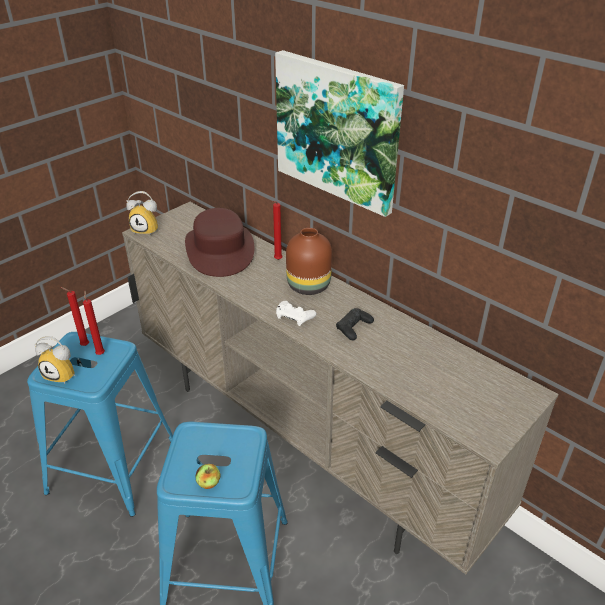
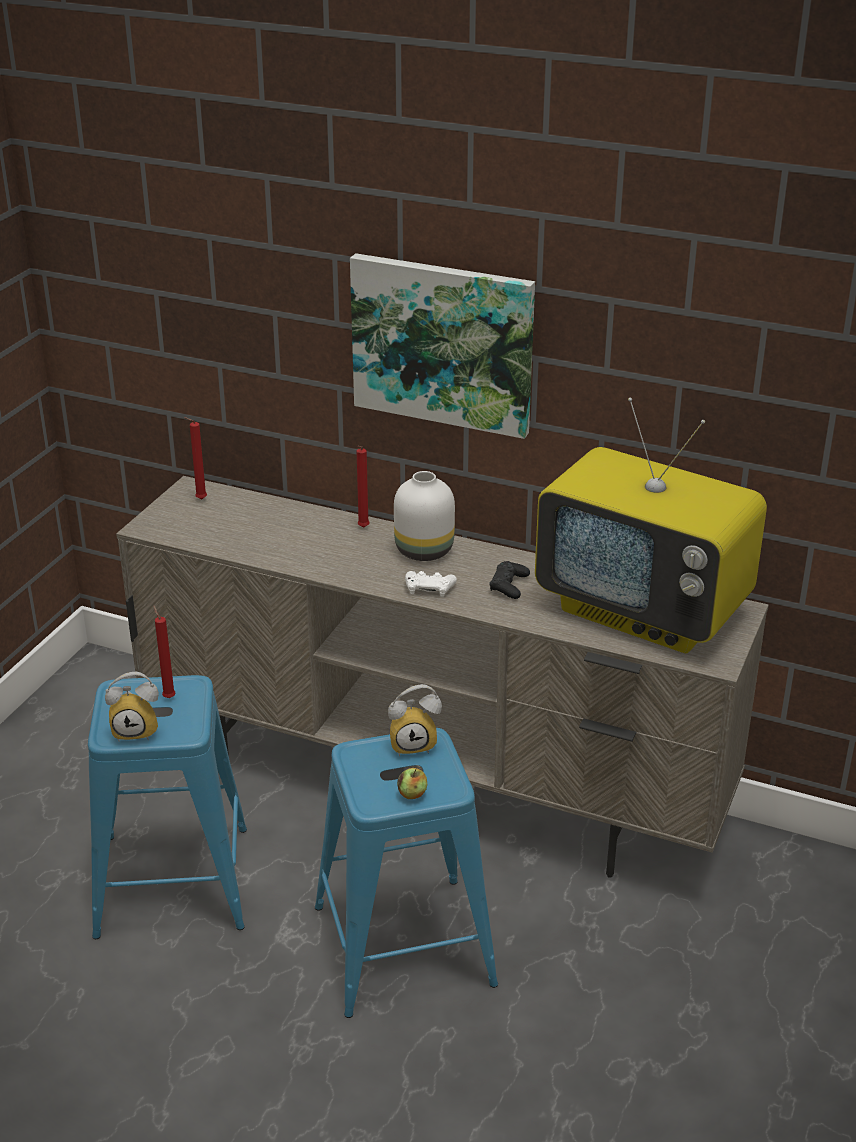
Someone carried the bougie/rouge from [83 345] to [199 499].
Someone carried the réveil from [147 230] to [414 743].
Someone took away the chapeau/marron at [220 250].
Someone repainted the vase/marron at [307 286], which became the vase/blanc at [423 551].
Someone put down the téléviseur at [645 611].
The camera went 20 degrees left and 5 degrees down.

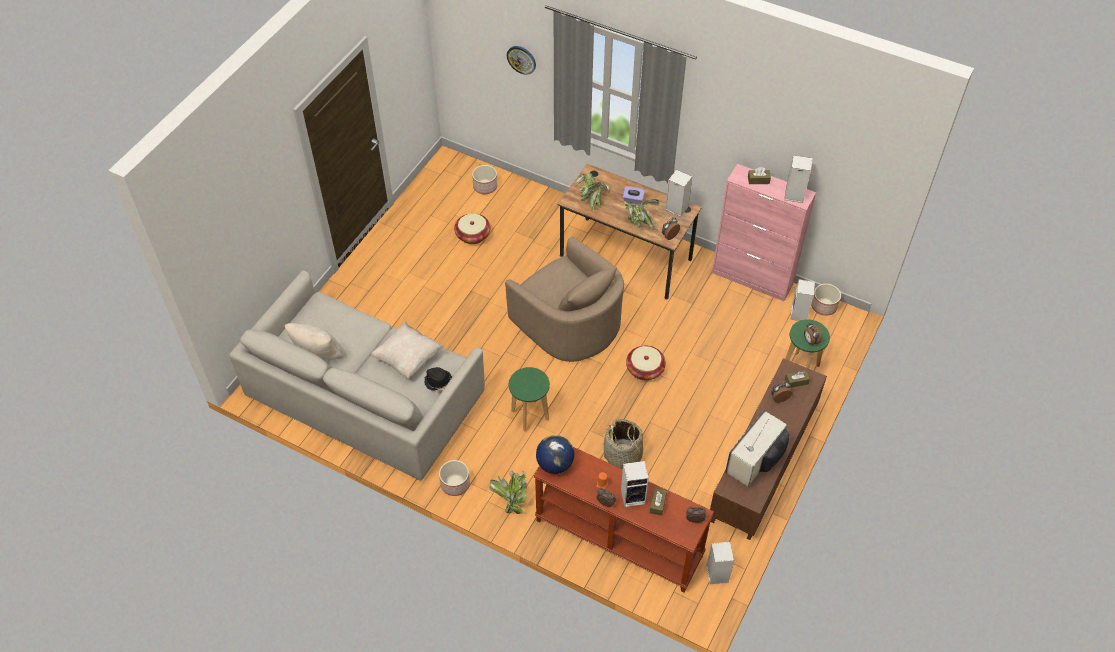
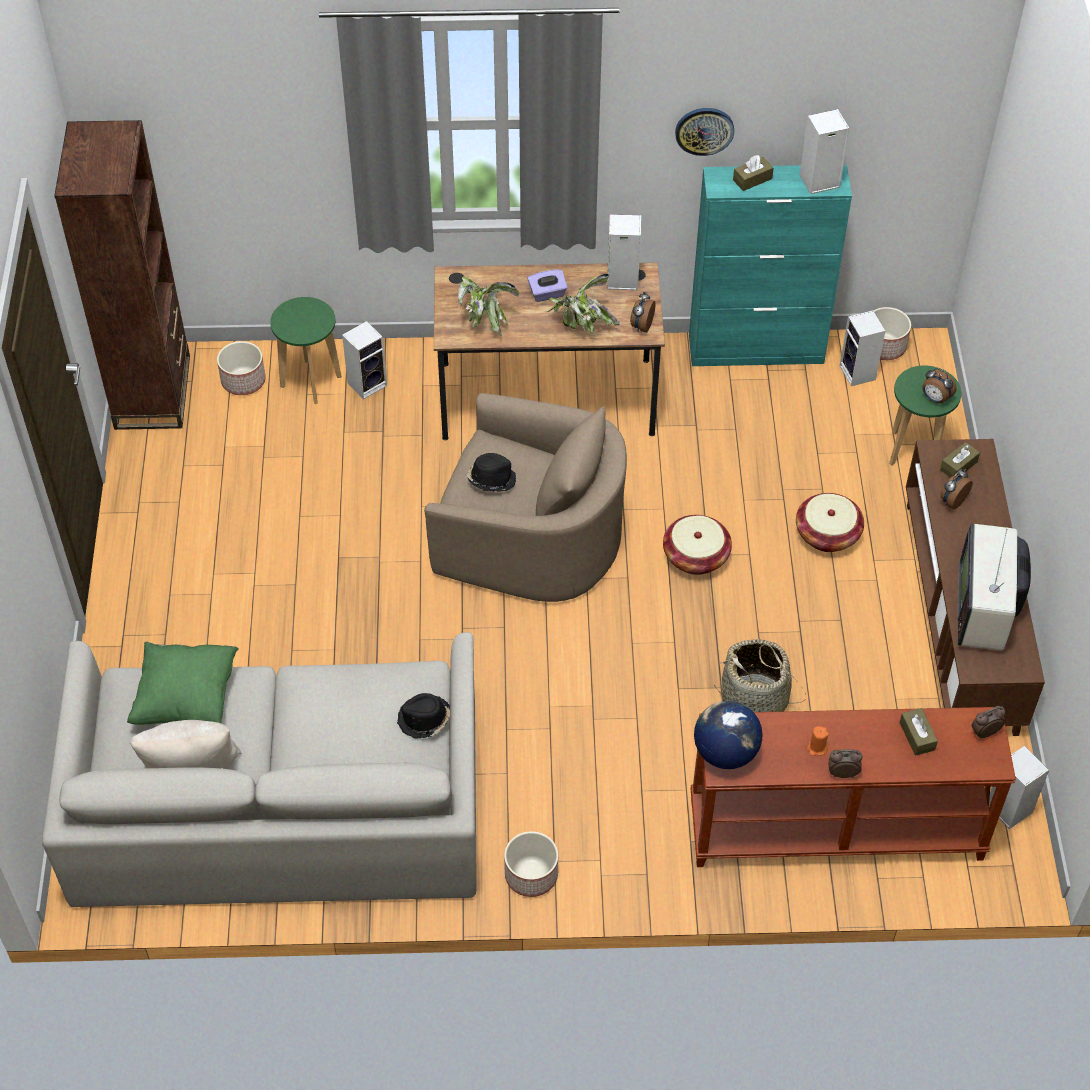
Someone took away the coussin/beige at [408 359].
Someone carried the panier from [472 235] to [827 534].
Someone took away the plante en pot at [511 498].
Someone carried the horloge murale from [521 59] to [704 130].
Someone carried the tabouret/vert from [530 415] to [311 381].
Someone carried the enceinte from [634 496] to [368 383].
Someone repainted the meuble de rangement/rose at [752 279], which became the meuble de rangement/turquoise at [757 349].
Someone put down the bibliothèque/marron at [153 392].
Someone put down the coussin/vert at [186 699].
Someone put down the chapeau/noir at [491 479].
The camera went 30 degrees left and 0 degrees up.

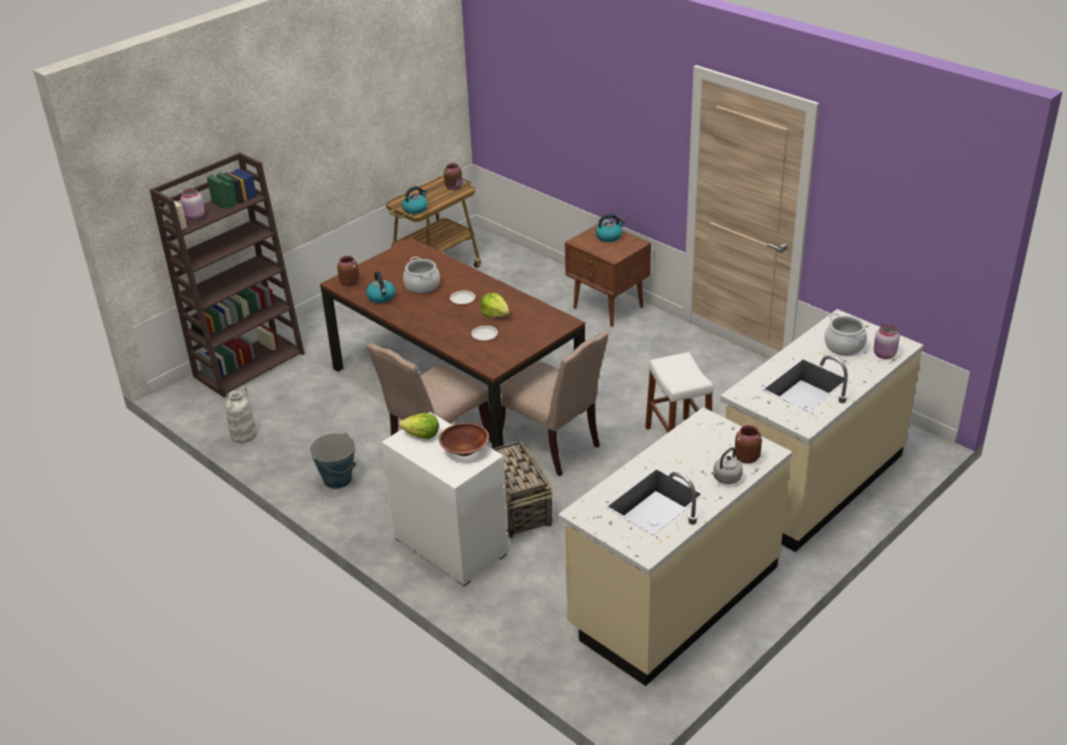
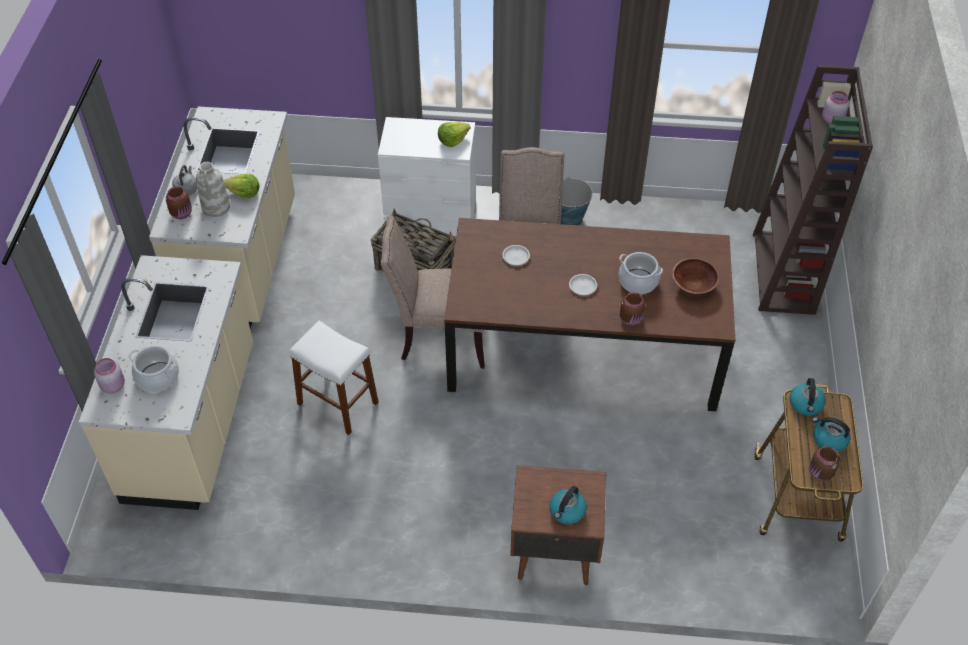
Someone carried the vase/blanc from [244 435] to [216 207].
Someone carried the bocal/marron from [349 282] to [631 319].
Someone carried the bouilloire from [381 297] to [828 440].
Someone carried the bol/marron from [464 450] to [693 284].
Someone carried the laitue from [495 314] to [244 193].
The camera went 140 degrees right and 15 degrees up.

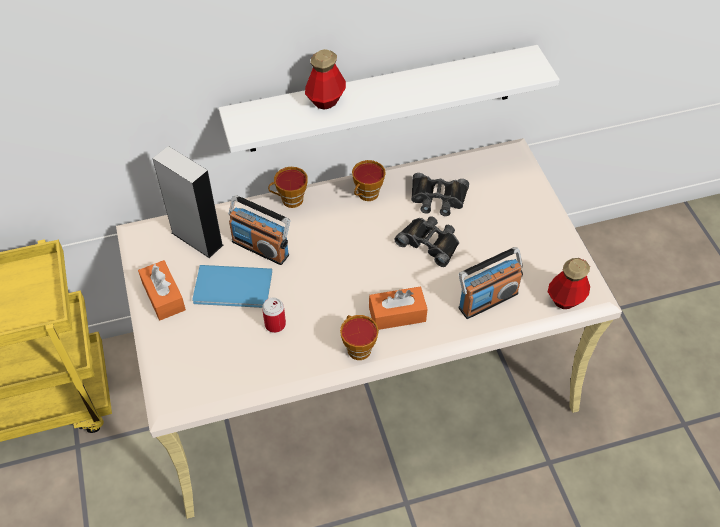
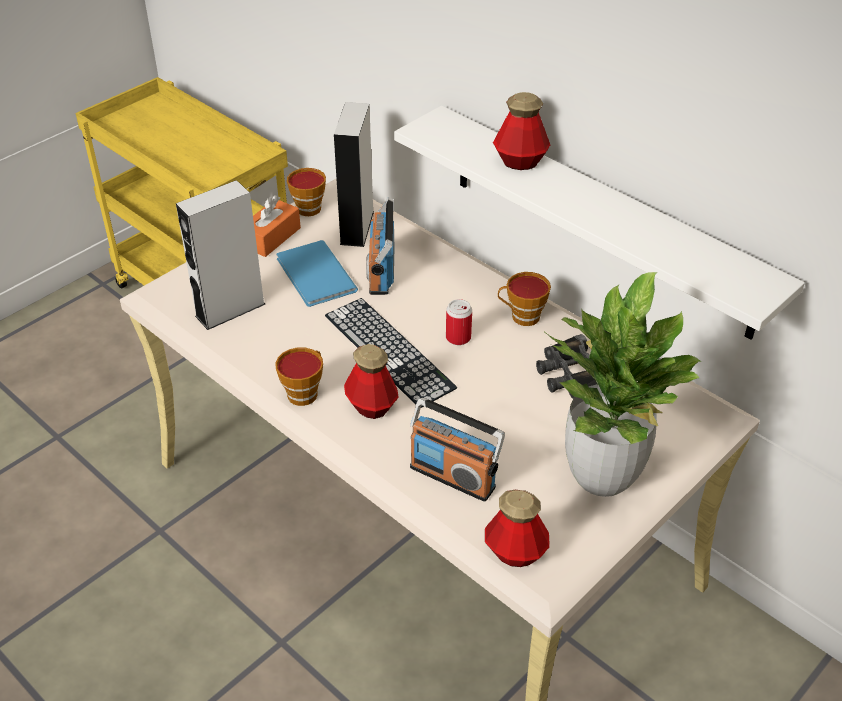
Someone carried the boîte métallique from [275 324] to [458 337].
Someone carried the tasse from [289 200] to [306 207].
Someone swapped the boîte à mouchoirs/orange at [397 314] for the bouteille at [371 406].
Someone took away the jumelles/noir at [430 242].
Someone put down the enceinte/gris at [230 310].
Someone put down the clavier at [389 351].
Someone put down the plante en pot at [602 475].
The camera went 60 degrees right and 10 degrees down.

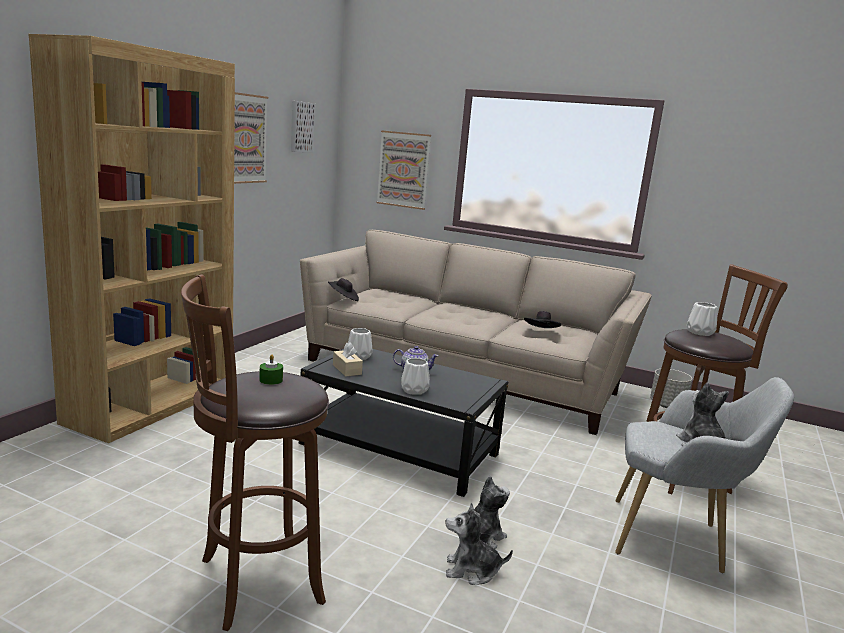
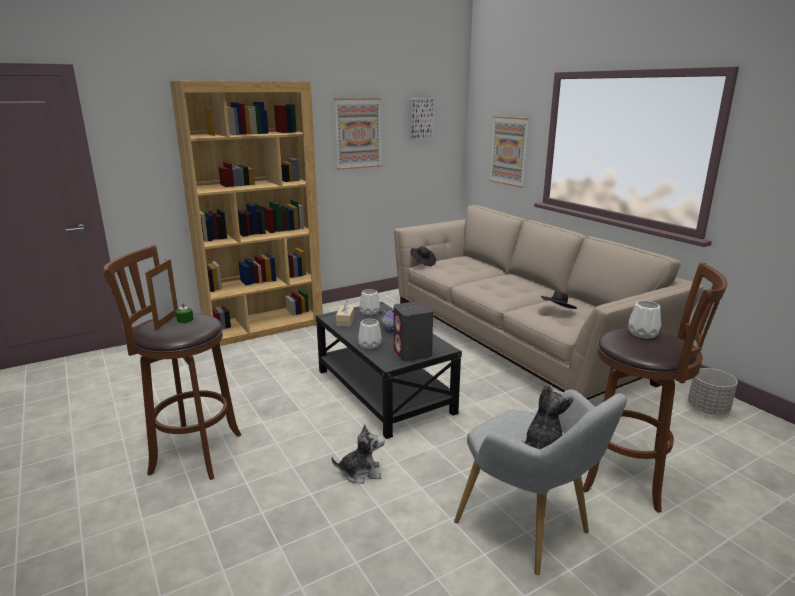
Someone took away the peluche at [471 570].
Someone put down the cadre photo at [167 321].
Someone put down the enceinte/gris at [412 353].
The camera went 35 degrees right and 5 degrees up.

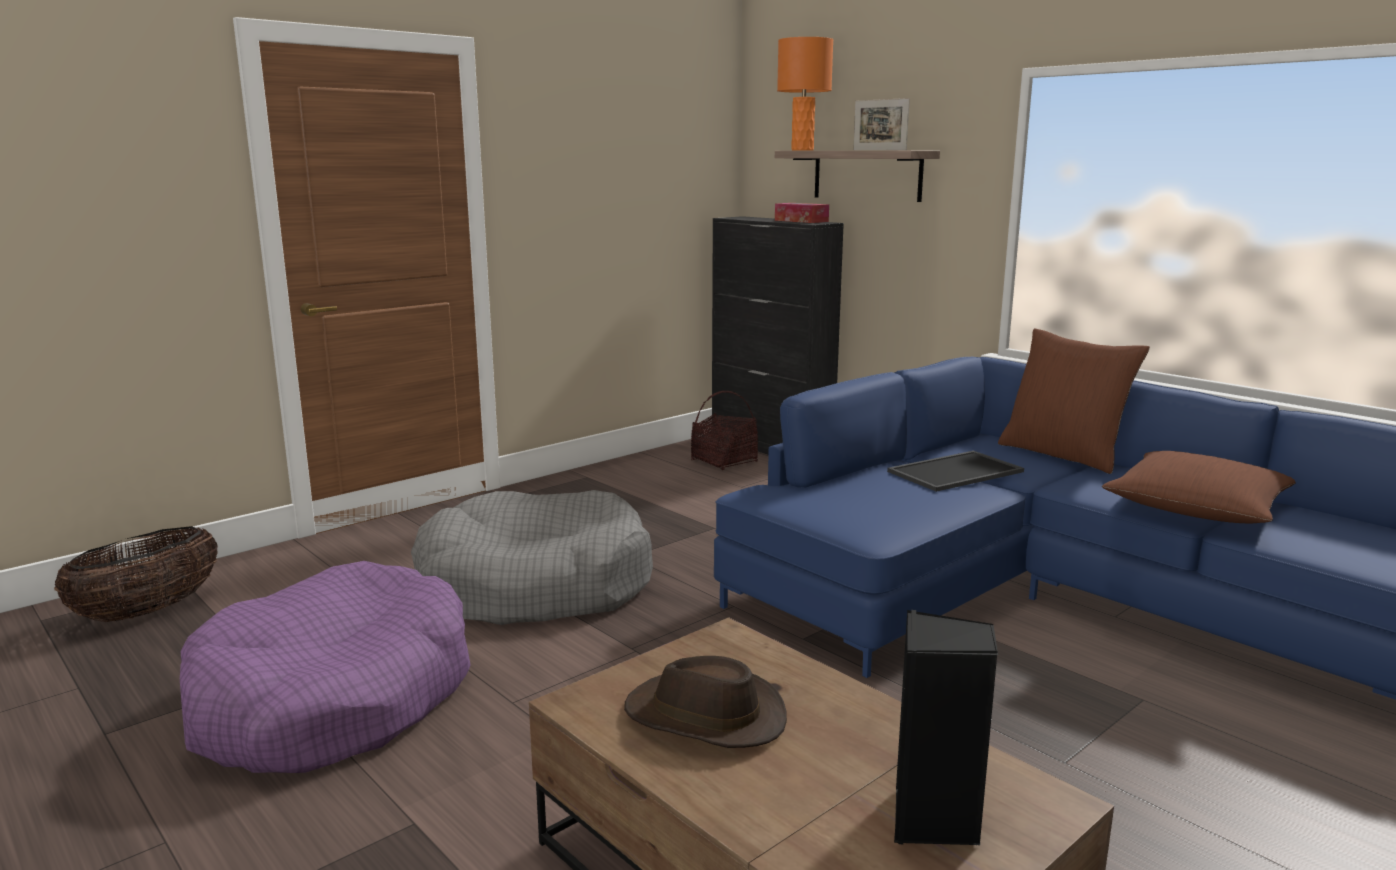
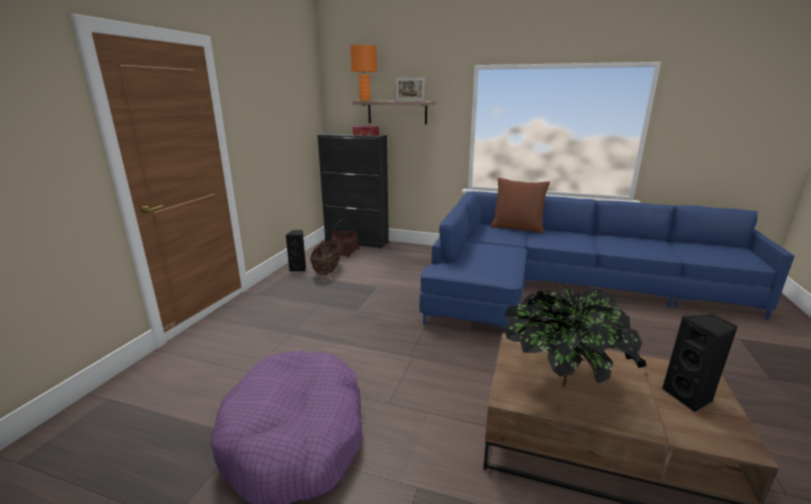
Someone carried the panier from [148 611] to [327 271].
Someone took away the panier pour chien/gris at [535 585].
Someone swapped the chapeau/marron at [705 717] for the plante en pot at [562 384].
Someone took away the plateau at [955 471].
Someone took away the coussin/marron at [1197 508].
Someone put down the enceinte/noir at [299 268].
The camera went 30 degrees left and 5 degrees up.

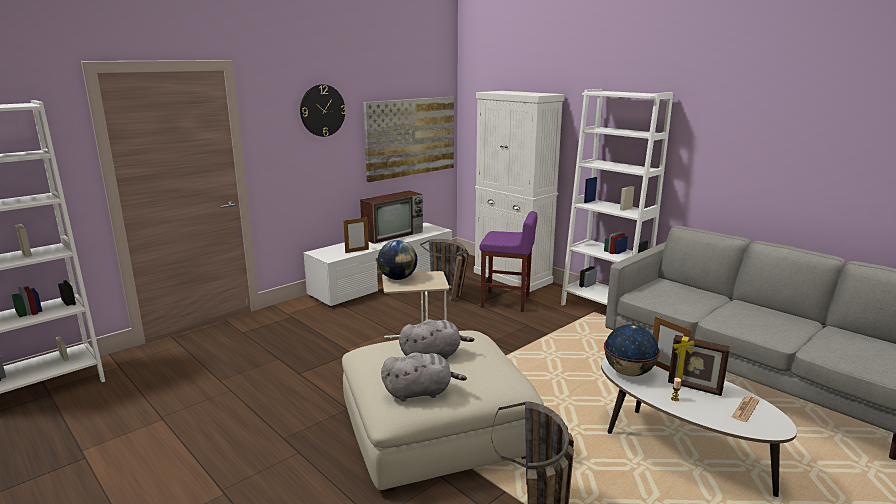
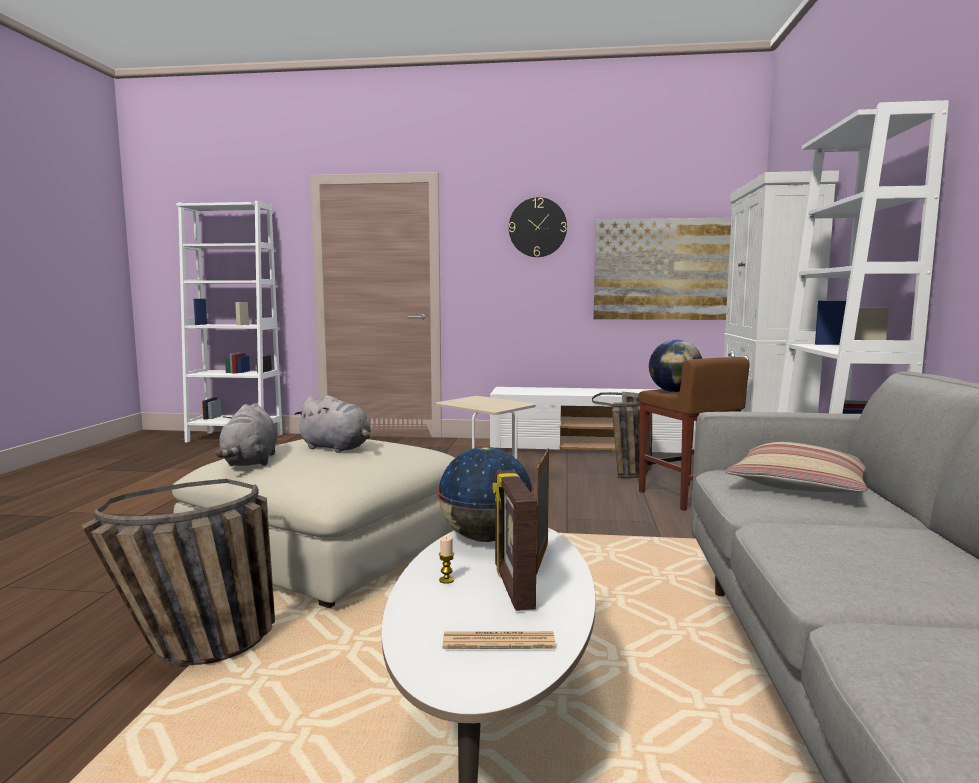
Someone took away the cadre photo at [357 251].
Someone took away the téléviseur at [393 235].
Someone carried the globe from [398 278] to [674 392].
Someone rotated the peluche/gris at [420 392] by 45 degrees clockwise.
Someone repainted the tabouret/violet at [506 302], which became the tabouret/marron at [686 497].
Someone put down the coussin at [799 484].
The camera went 50 degrees right and 10 degrees down.

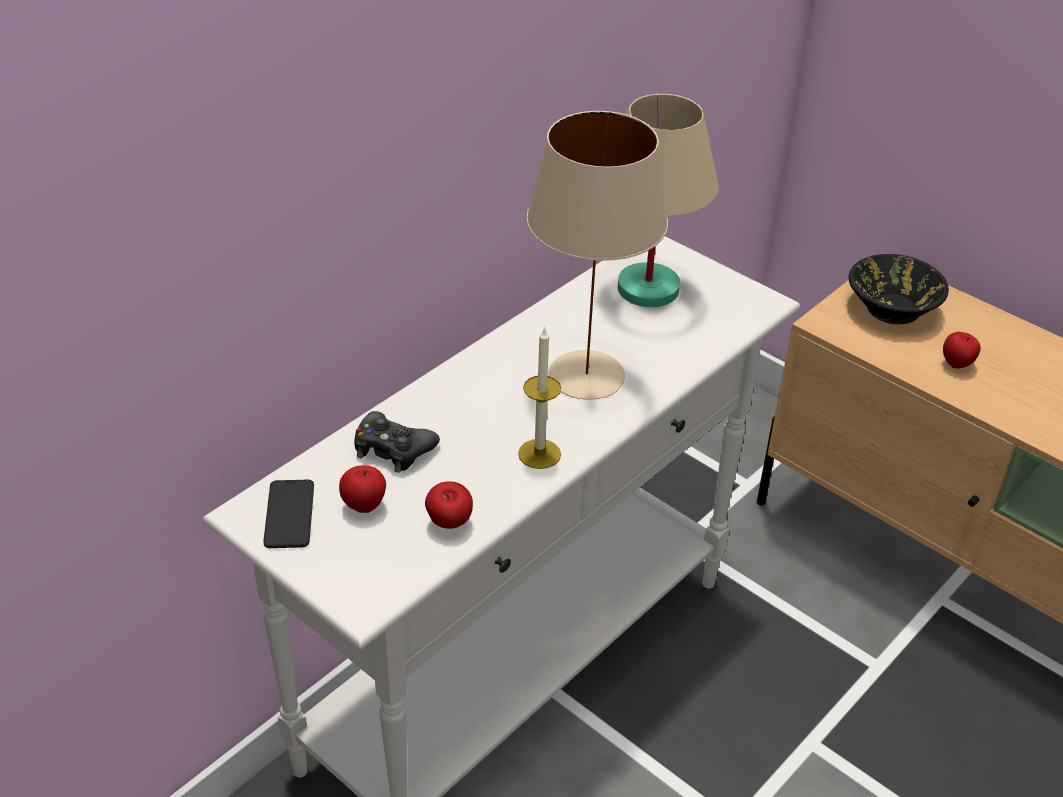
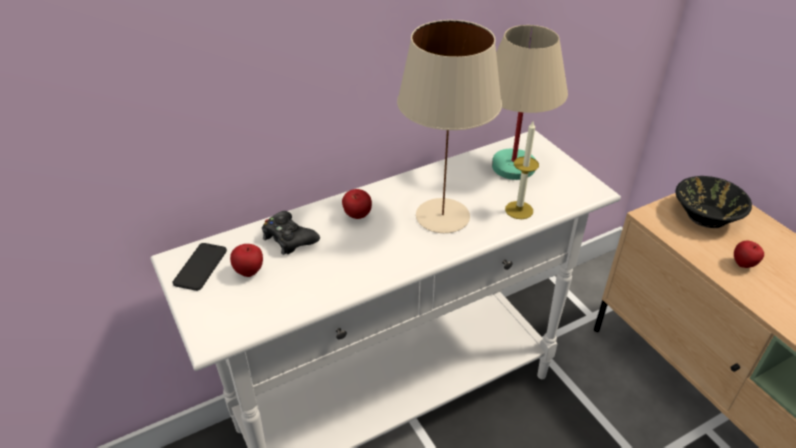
Someone carried the pomme from [449 524] to [357 217].
Someone carried the bougie from [539 454] to [519 210].
The camera went 20 degrees right and 0 degrees up.

